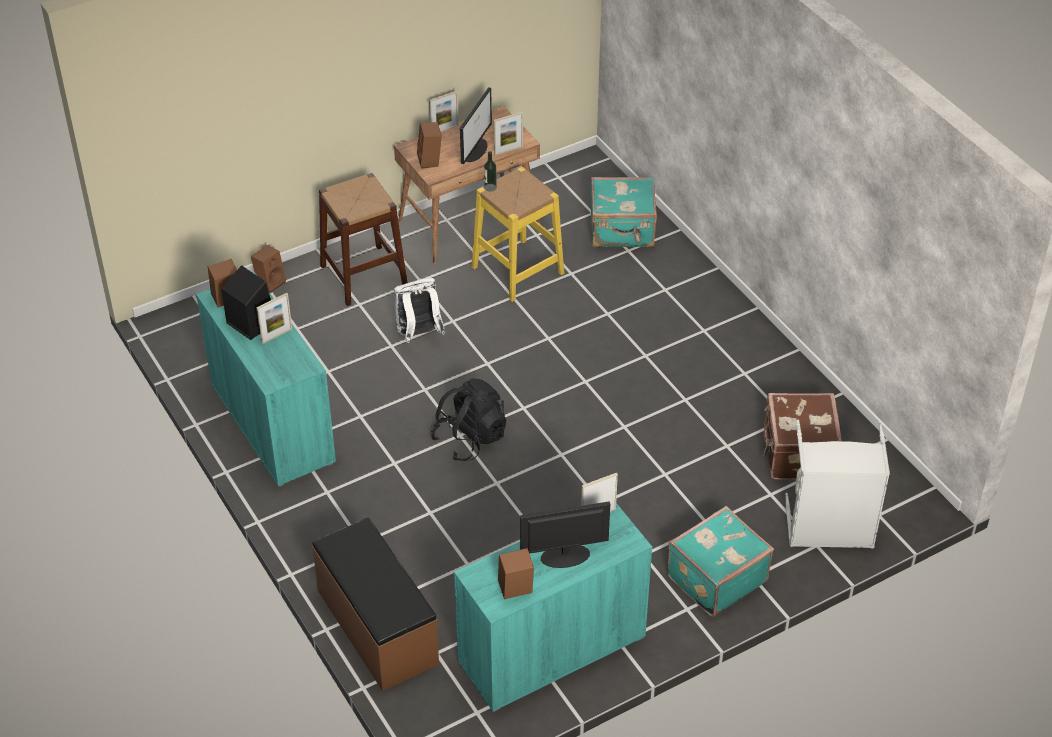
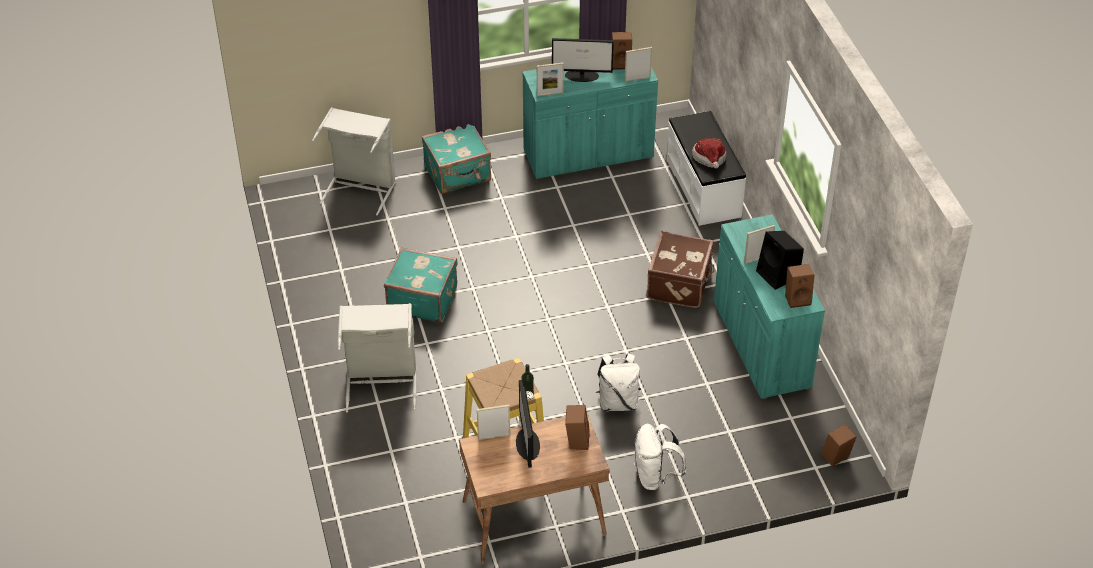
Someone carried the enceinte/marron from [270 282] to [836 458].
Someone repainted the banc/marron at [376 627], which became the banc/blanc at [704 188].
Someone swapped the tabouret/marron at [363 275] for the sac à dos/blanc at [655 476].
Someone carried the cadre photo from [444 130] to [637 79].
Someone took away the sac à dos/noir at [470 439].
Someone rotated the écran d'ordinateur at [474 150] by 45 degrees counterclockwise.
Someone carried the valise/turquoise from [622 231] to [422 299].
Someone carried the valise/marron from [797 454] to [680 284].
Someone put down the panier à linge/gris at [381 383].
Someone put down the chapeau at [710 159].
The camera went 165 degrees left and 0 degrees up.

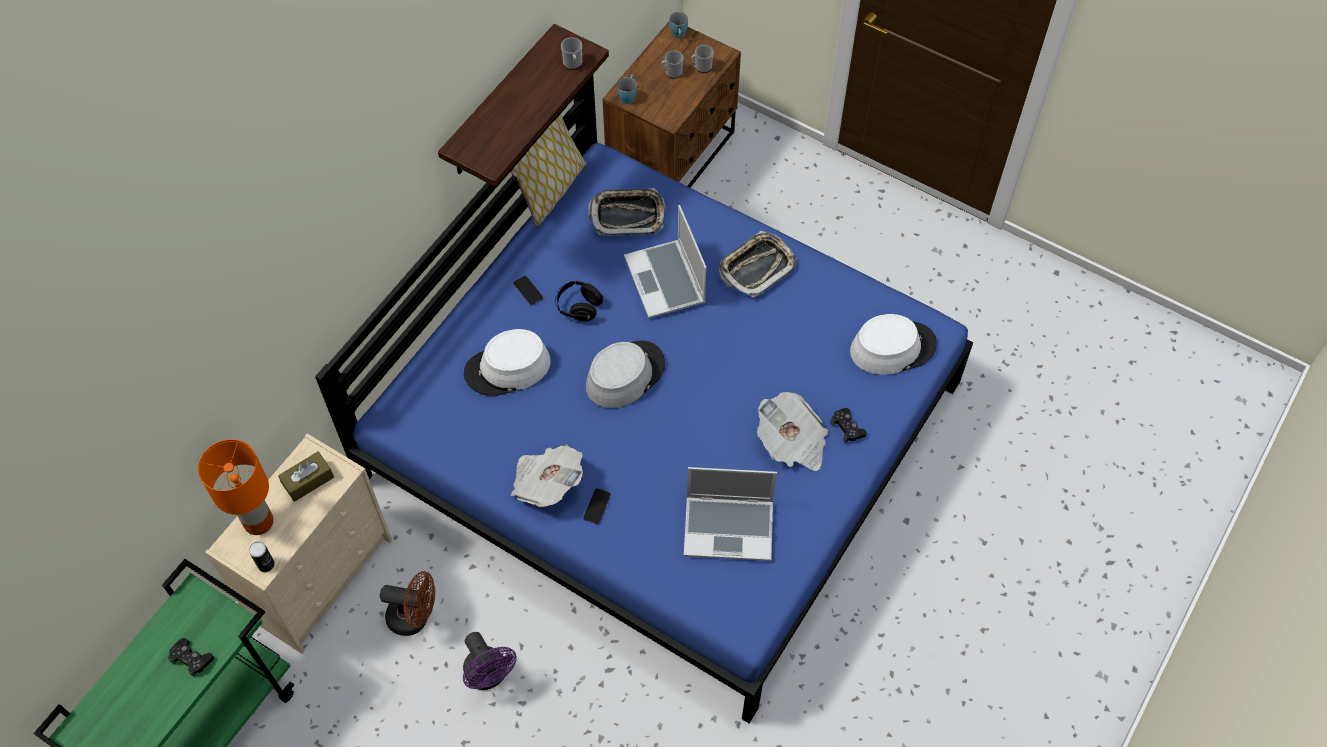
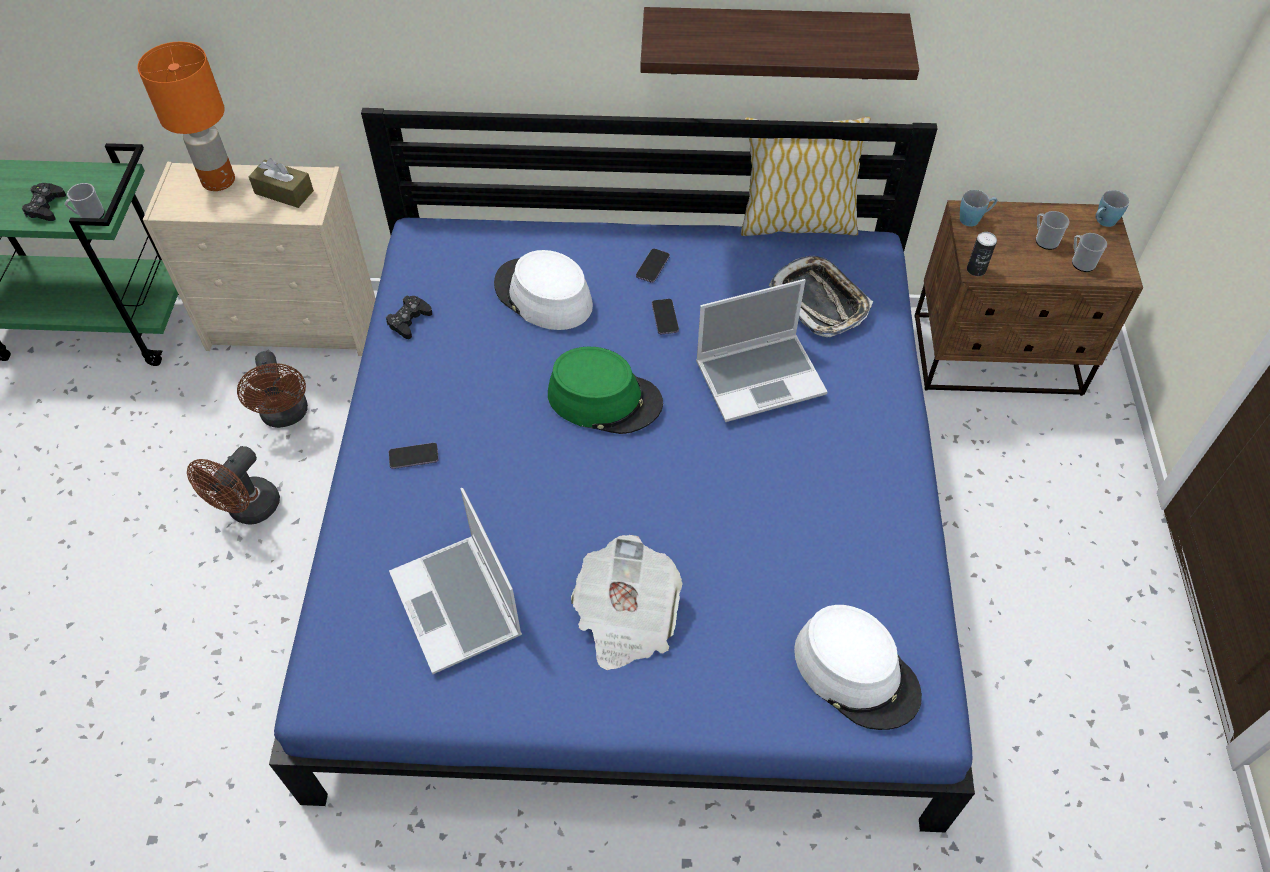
Someone carried the boîte métallique from [266 564] to [976 269].
Someone repainted the ventilateur/violet at [489 676], which became the ventilateur/marron at [248 510].
Someone took away the journal at [547 483].
Someone swapped the casque audio/noir at [579 307] for the téléphone at [665 317].
Someone carried the mug from [573 64] to [90 216].
Someone repainted the chapeau/gris at [625 374], which became the chapeau/vert at [605 399].
Someone rotated the ordinateur portable at [666 281] by 150 degrees counterclockwise.
Someone took away the plateau at [757 267].
Someone carried the manette/noir from [847 428] to [409 321].
The camera went 60 degrees right and 5 degrees down.

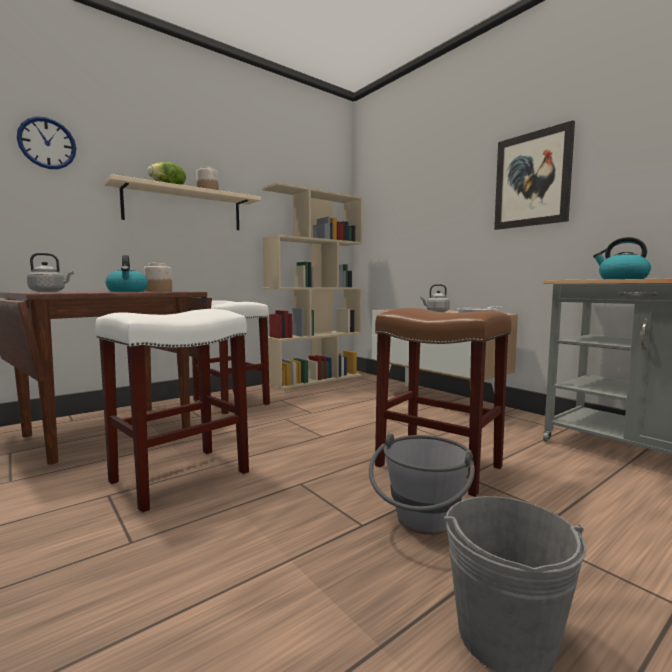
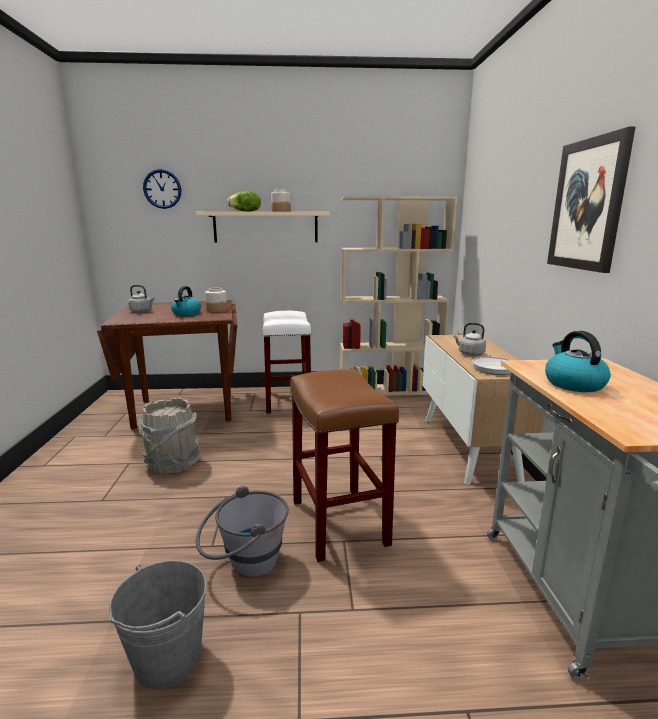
Someone swapped the tabouret/blanc at [179 477] for the seau/gris at [172 463].
The camera went 35 degrees right and 10 degrees up.

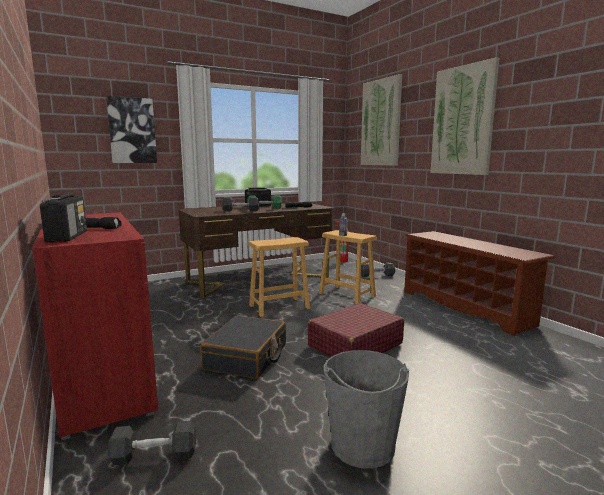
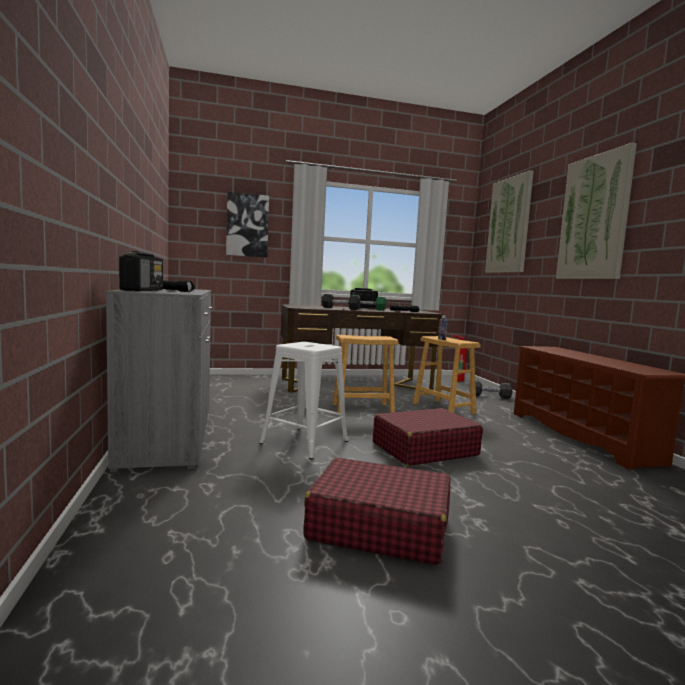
Someone repainted the meuble de rangement/rouge at [104 375], which became the meuble de rangement/gris at [169 435].
Someone took away the haltère/gris at [154 455].
Someone swapped the valise/noir at [247 357] for the tabouret/blanc at [305 442].
Someone swapped the seau/gris at [362 445] for the valise/rouge at [378 527].
The camera went 15 degrees right and 5 degrees down.

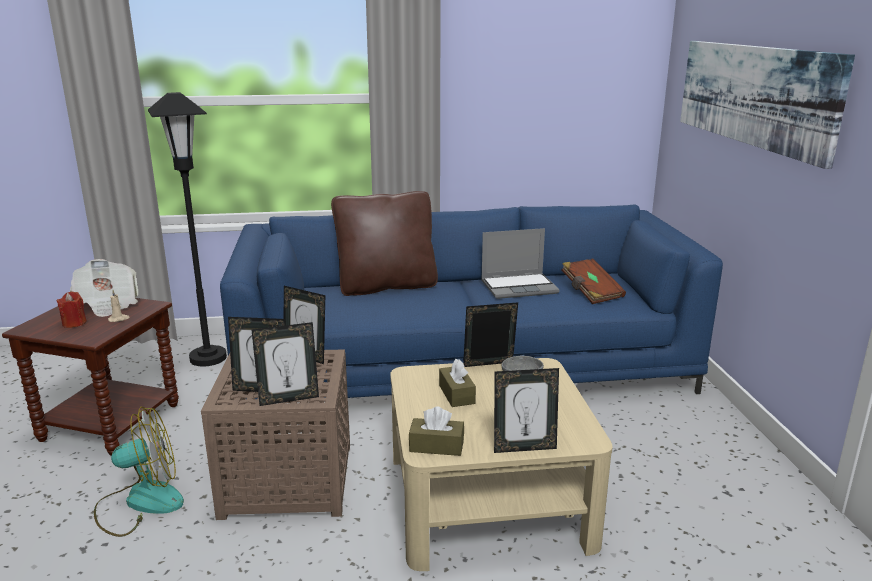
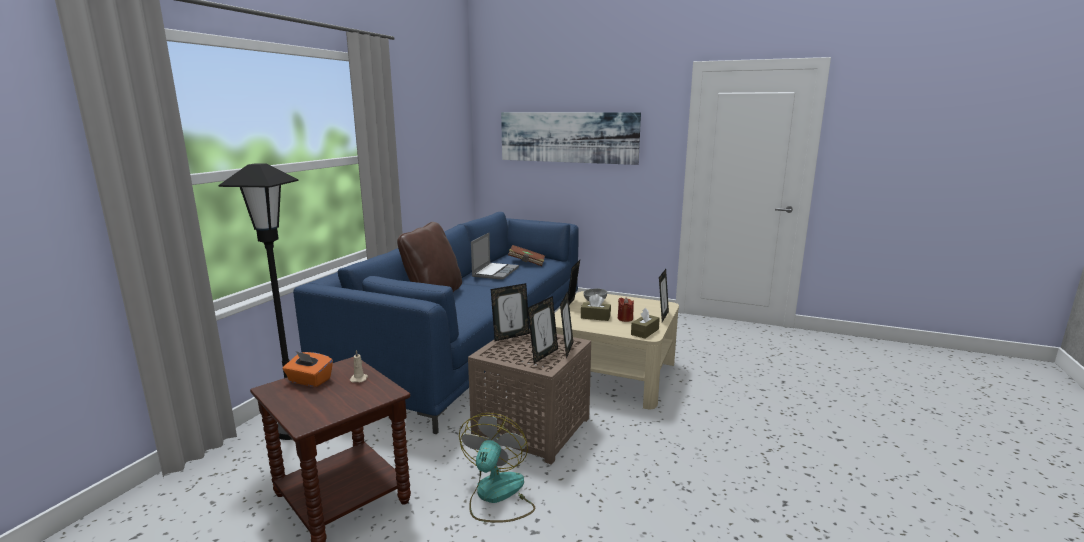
Someone carried the bougie/rouge from [74 323] to [625 319].
Someone swapped the journal at [108 304] for the boîte à mouchoirs/orange at [309 381].
The camera went 60 degrees left and 5 degrees down.

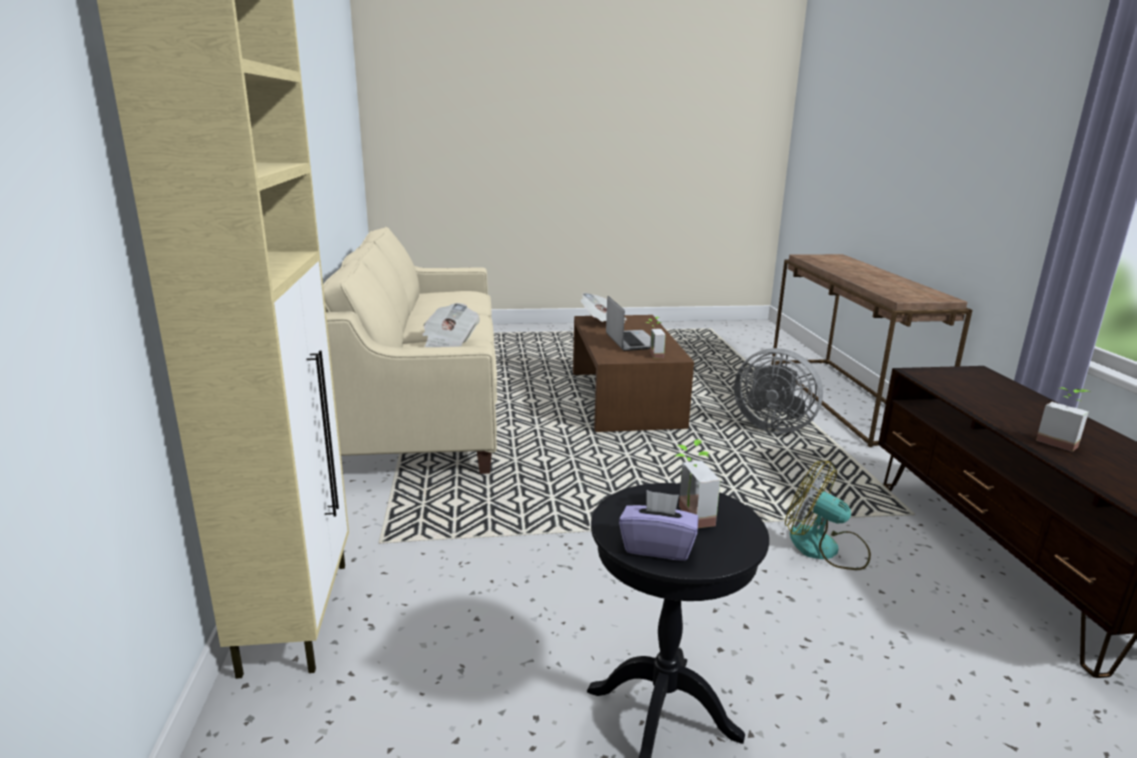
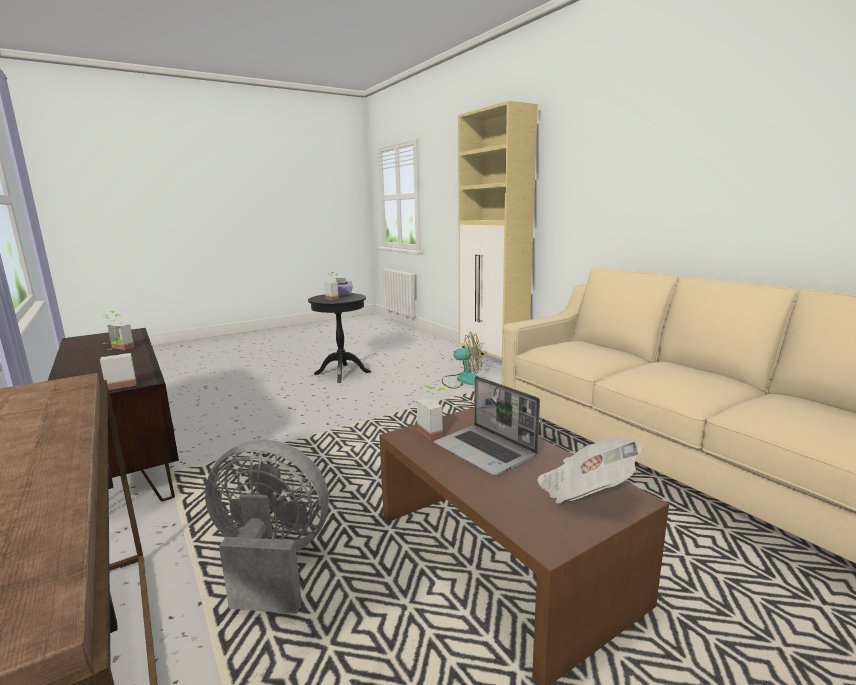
Someone took away the journal at [449 343].
Someone carried the ventilateur from [825 548] to [463 380].
Someone put down the plante en pot at [121 384].
The camera went 155 degrees right and 5 degrees down.

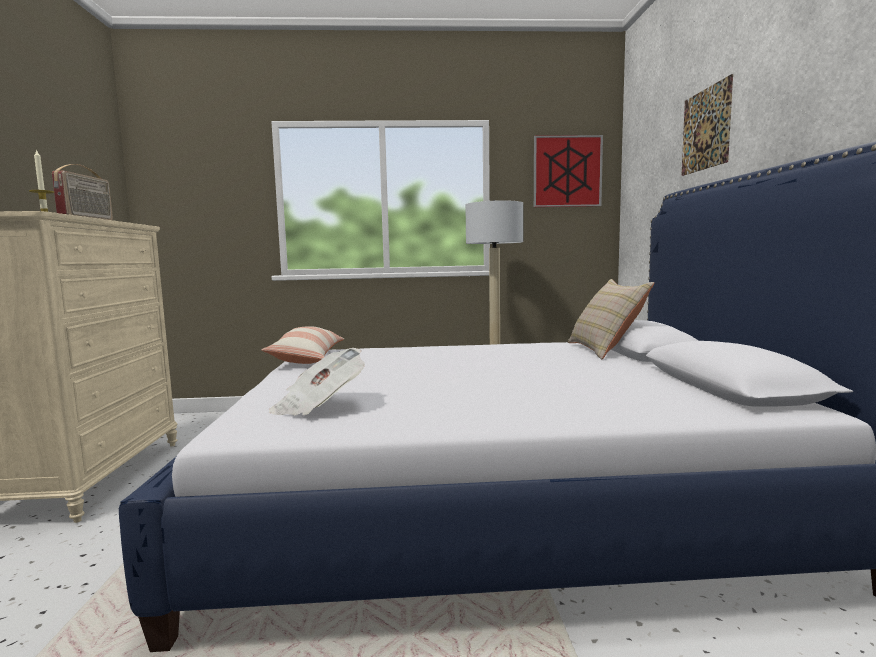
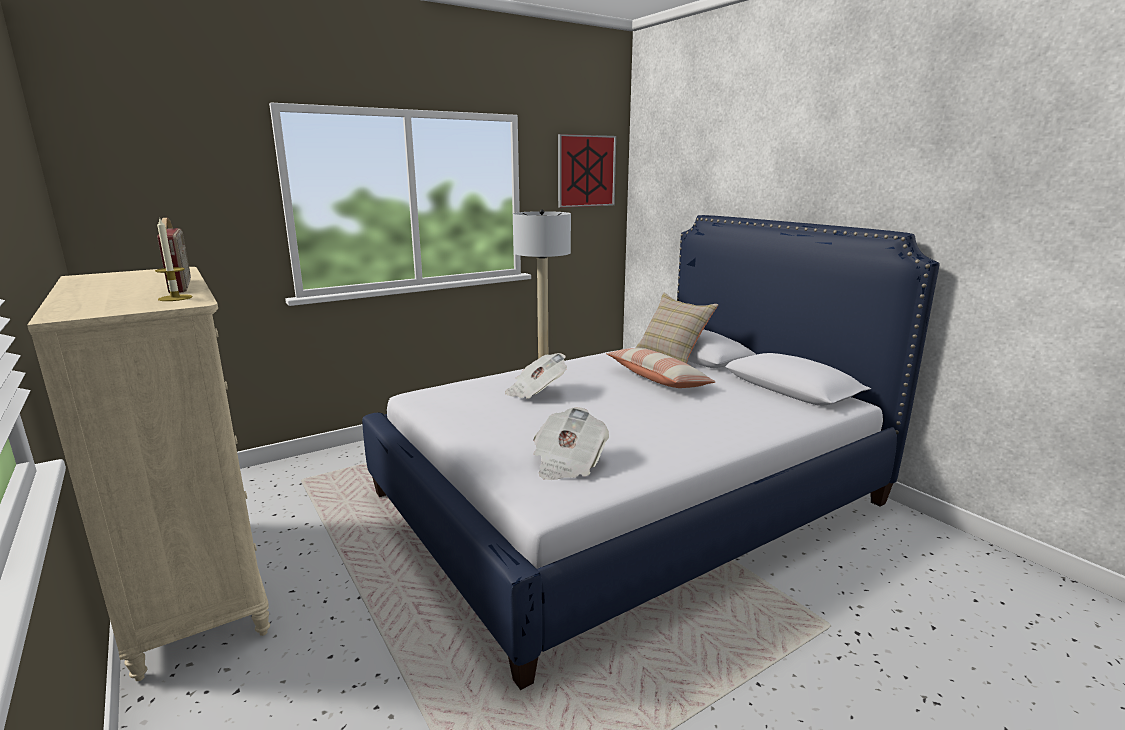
Someone carried the coussin from [308 357] to [657 379].
Someone took away the tableau at [706 129].
Someone put down the journal at [536 391].
The camera went 30 degrees left and 10 degrees up.

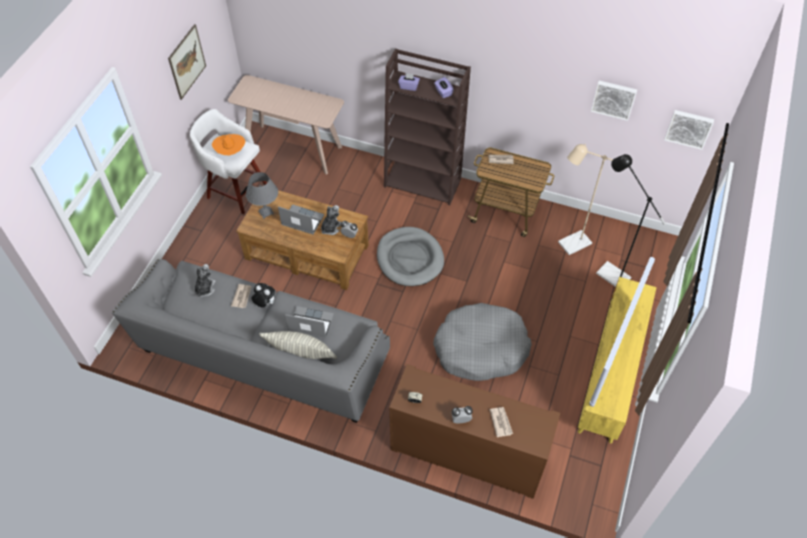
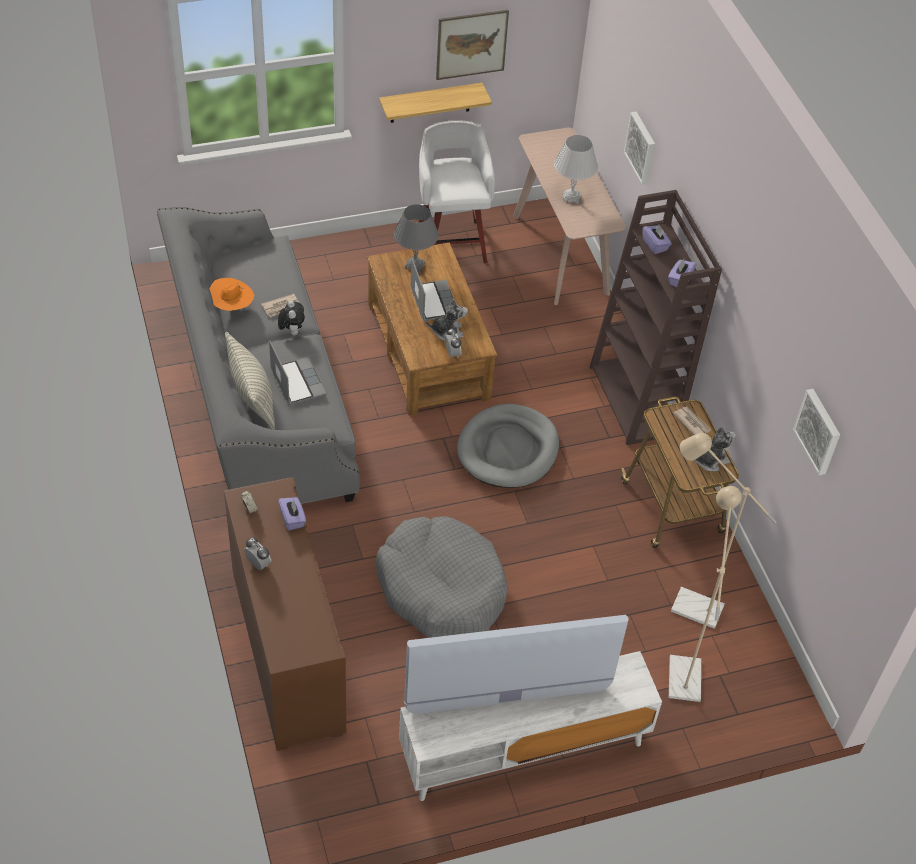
Someone carried the peluche from [205 288] to [710 460].
Someone carried the chapeau/orange from [230 152] to [232 307].
Someone took away the journal at [501 422].
Someone repainted the meuble télé/jaune at [610 374], which became the meuble télé/blanc at [523 750].
Someone repainted the lampadaire/noir at [608 272], which became the lampadaire/beige at [684 670].
Someone carried the tableau from [689 128] to [642 147].
Someone put down the boîte à mouchoirs/violet at [292 519].
Someone put up the étagère at [430 103].
Someone put down the lampe de table/blanc at [571 197].
The camera went 50 degrees right and 5 degrees down.

